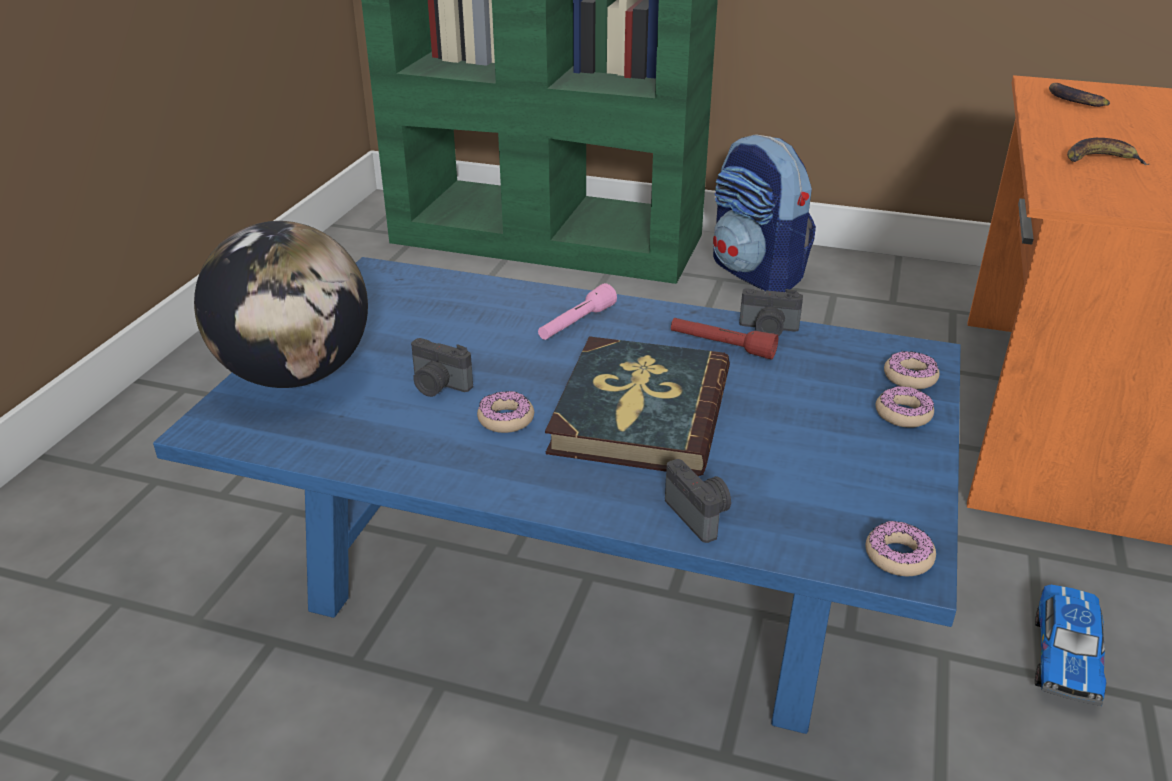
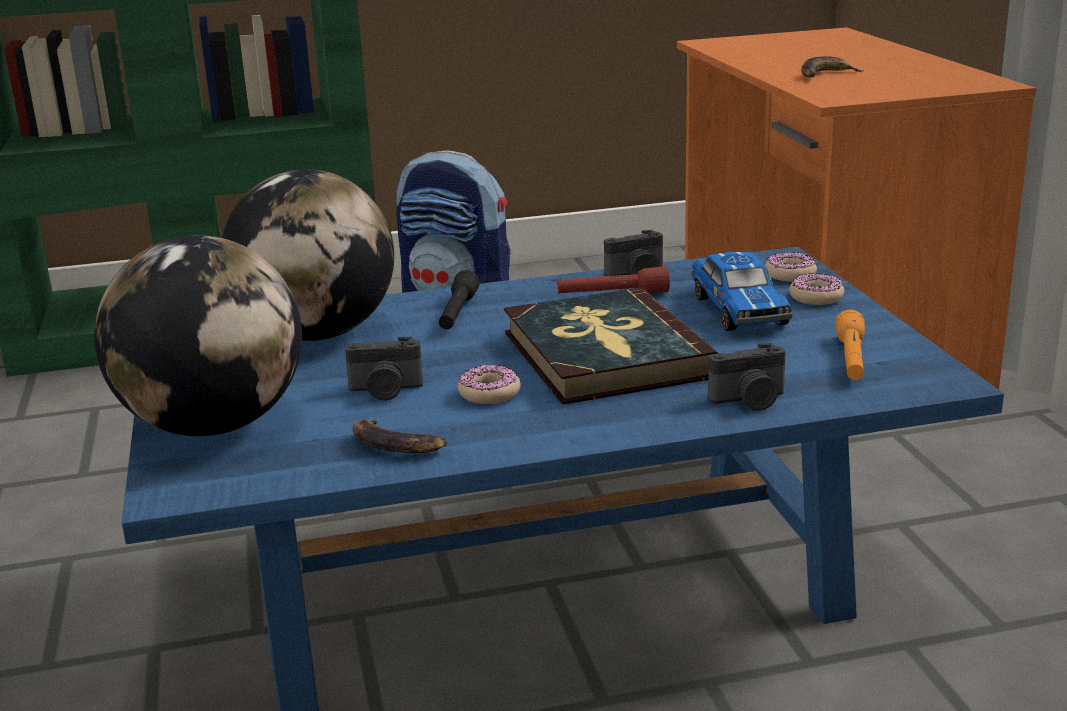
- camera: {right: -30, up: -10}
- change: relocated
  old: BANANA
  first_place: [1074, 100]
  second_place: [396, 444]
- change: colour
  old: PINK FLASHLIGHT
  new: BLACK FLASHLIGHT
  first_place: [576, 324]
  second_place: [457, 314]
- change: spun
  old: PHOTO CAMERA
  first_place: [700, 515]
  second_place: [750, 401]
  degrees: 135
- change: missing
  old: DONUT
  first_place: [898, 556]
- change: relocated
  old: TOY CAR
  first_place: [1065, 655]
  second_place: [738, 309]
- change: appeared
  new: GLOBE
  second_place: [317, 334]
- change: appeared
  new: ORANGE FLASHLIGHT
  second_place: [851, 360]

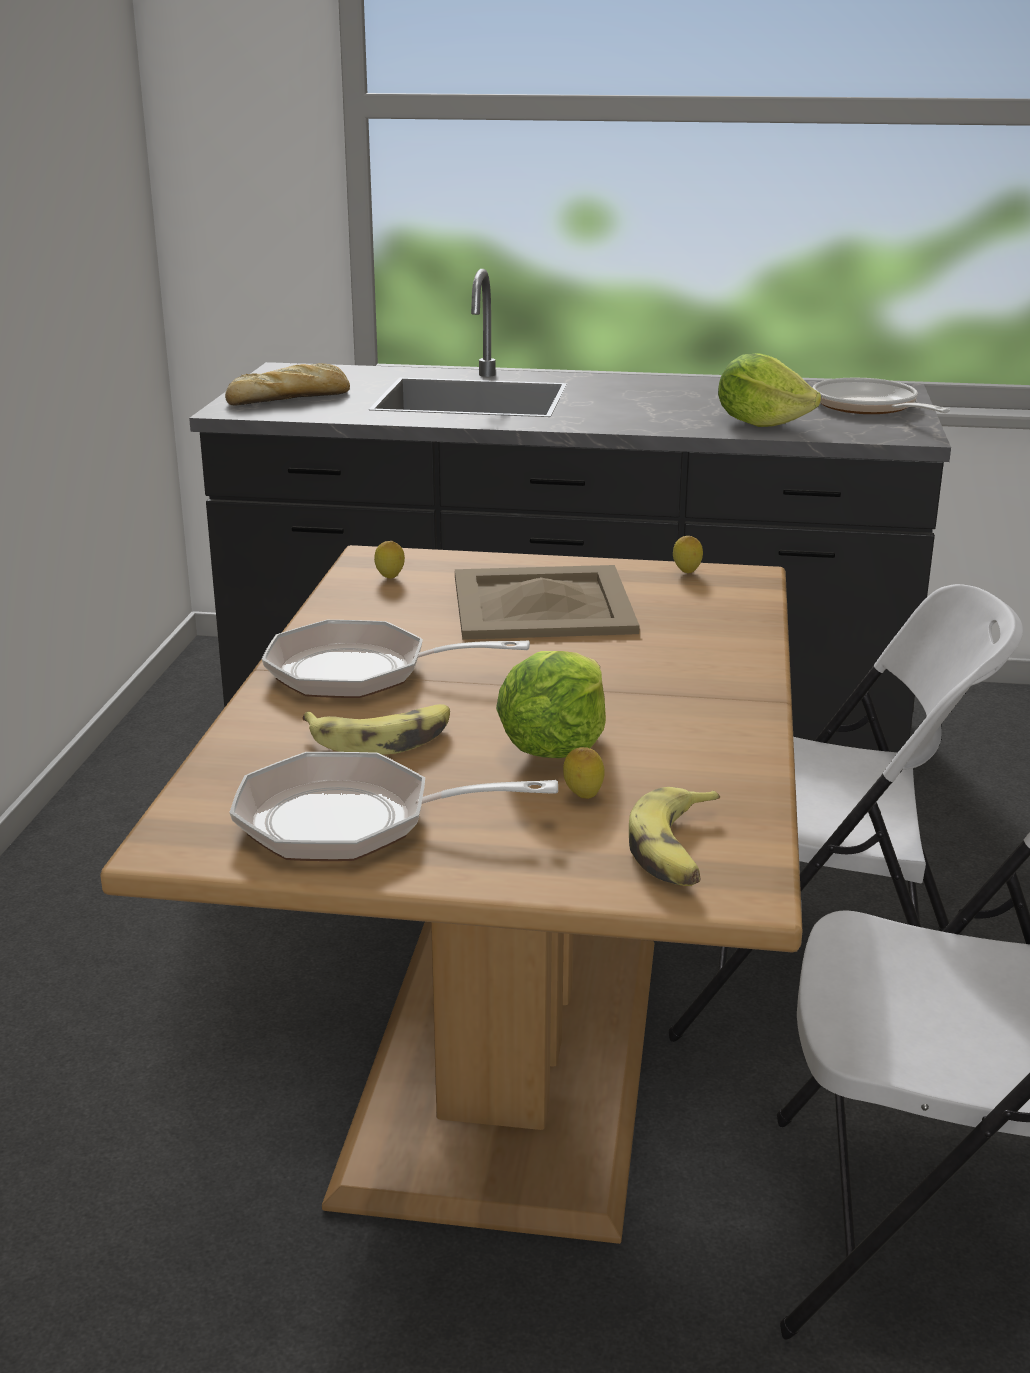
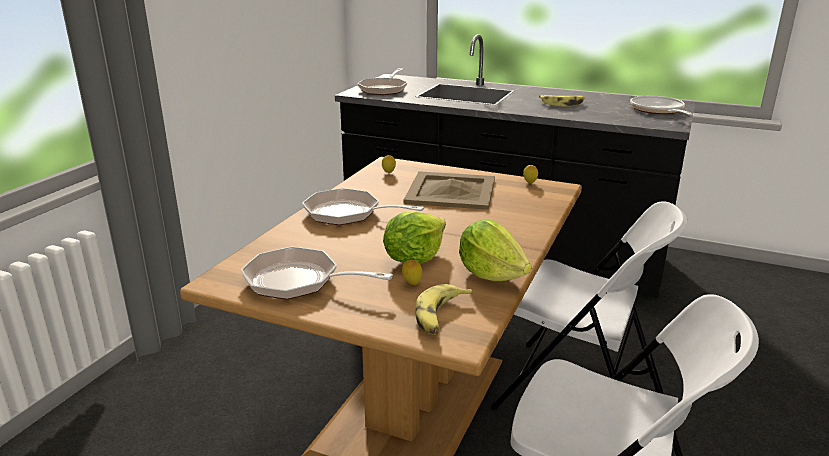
- camera: {right: 15, up: 0}
- change: relocated
  old: LETTUCE
  first_place: [761, 423]
  second_place: [491, 274]
- change: exchanged
  old: BREAD
  new: FRYING PAN
  first_place: [291, 397]
  second_place: [384, 89]
- change: relocated
  old: BANANA
  first_place: [382, 738]
  second_place: [562, 104]

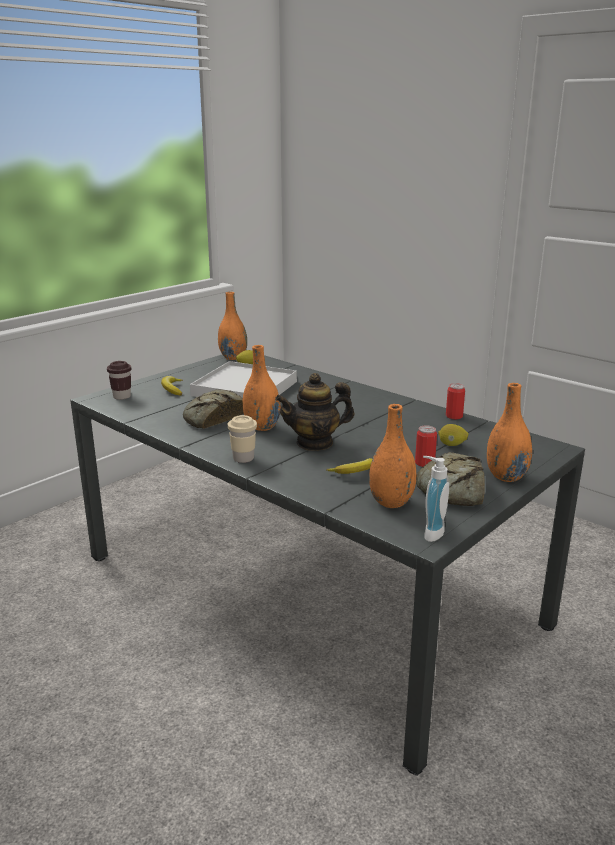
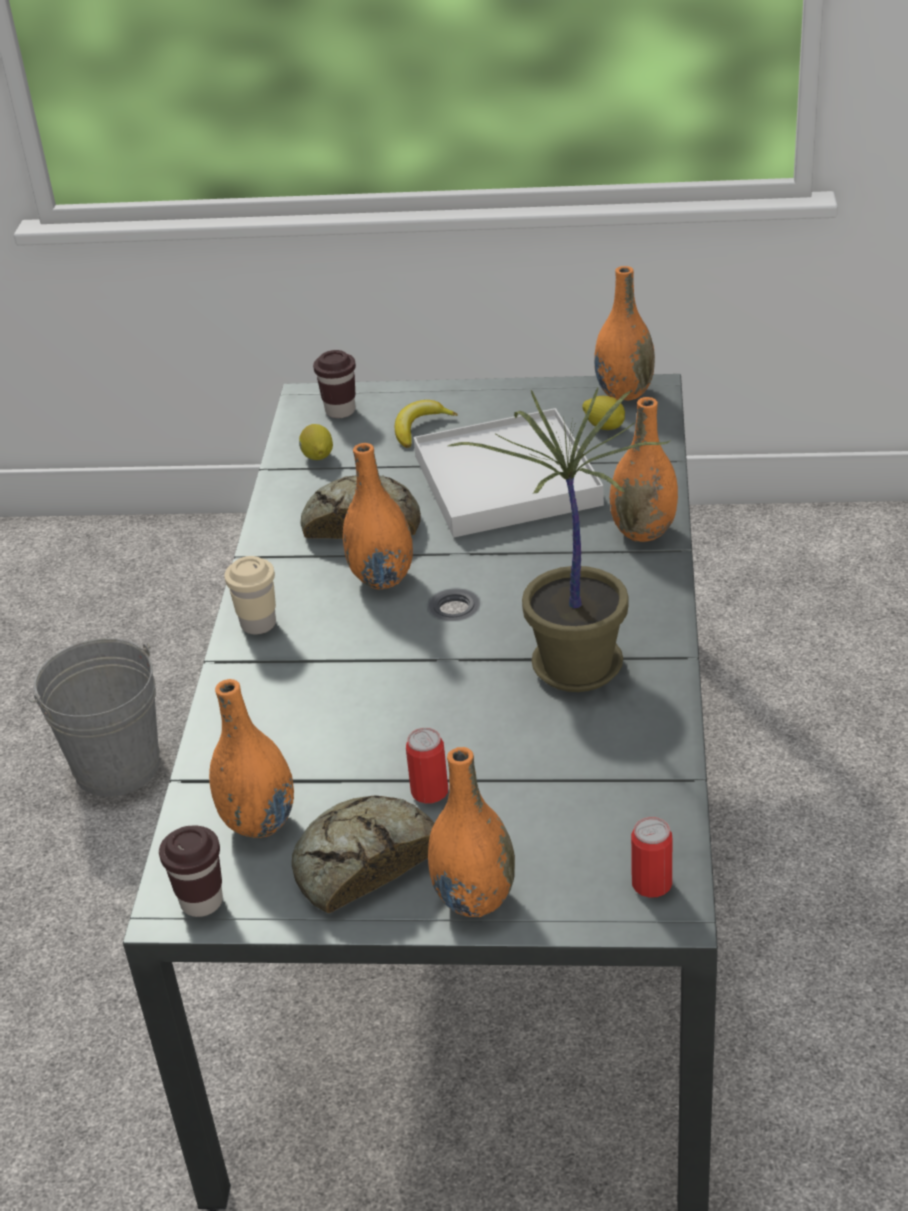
- camera: {right: 55, up: 15}
- change: missing
  old: TEAPOT
  first_place: [315, 443]
- change: relocated
  old: CAN
  first_place: [454, 416]
  second_place: [651, 884]
- change: relocated
  old: LEMON
  first_place: [452, 445]
  second_place: [317, 457]
- change: exchanged
  old: SOAP DISPENSER
  new: BROWN CUP
  first_place: [430, 532]
  second_place: [201, 902]
- change: missing
  old: BANANA
  first_place: [354, 472]
- change: appeared
  new: POTTED PLANT
  second_place: [573, 665]
- change: appeared
  new: ORANGE VASE
  second_place: [643, 531]
- change: appeared
  new: GREY BUCKET
  second_place: [117, 766]

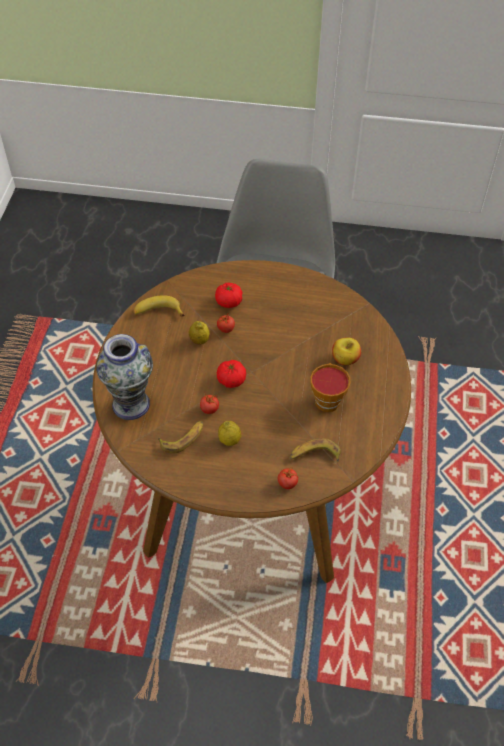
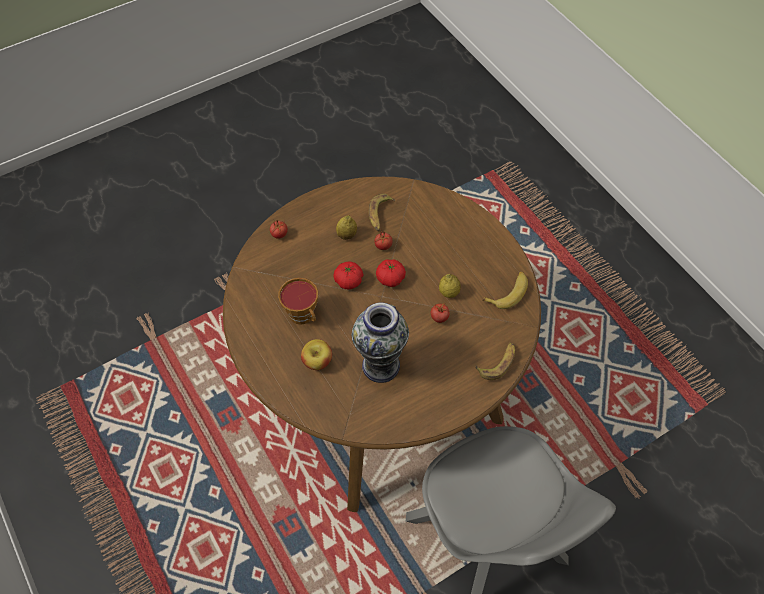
- camera: {right: 140, up: 5}
- change: relocated
  old: TOMATO
  first_place: [229, 302]
  second_place: [348, 281]
- change: relocated
  old: VASE
  first_place: [131, 404]
  second_place: [381, 365]
- change: relocated
  old: BANANA
  first_place: [314, 455]
  second_place: [497, 363]

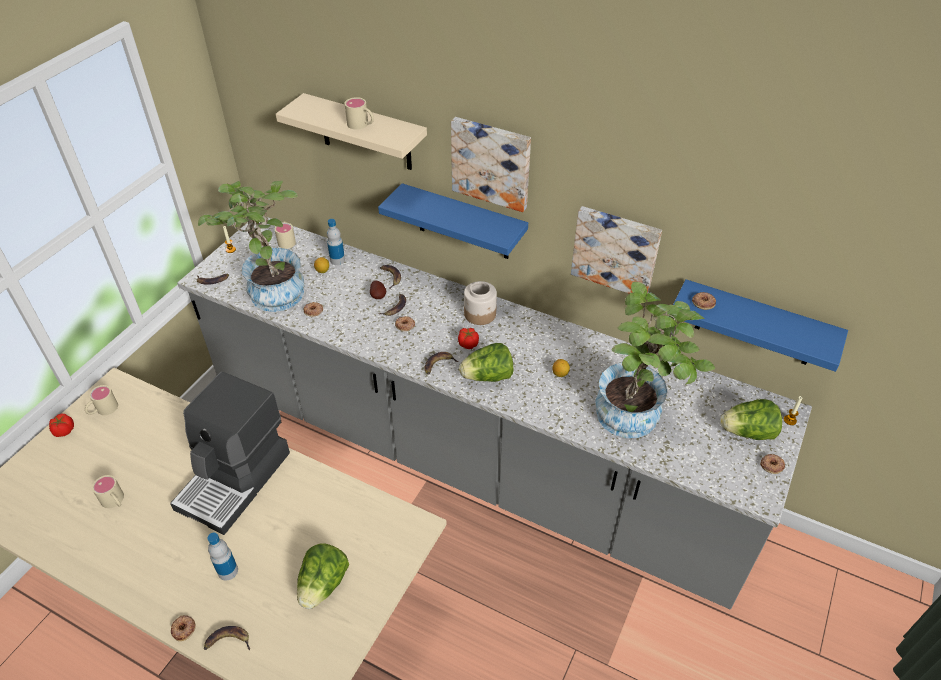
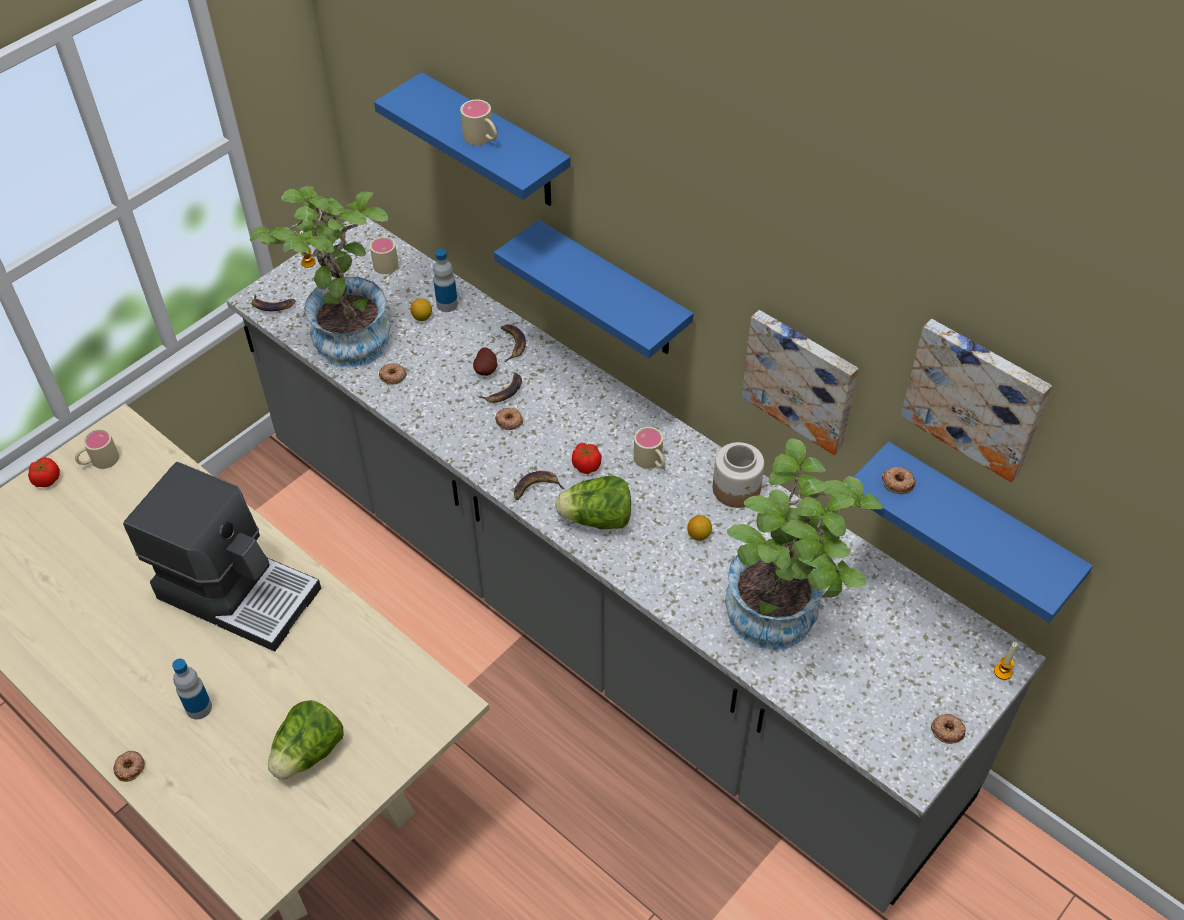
- camera: {right: 15, up: 5}
- change: colour
  old: BEIGE SHELF
  new: BLUE SHELF
  first_place: [365, 133]
  second_place: [496, 143]
- change: relocated
  old: PICTURE
  first_place: [492, 162]
  second_place: [976, 396]
- change: relocated
  old: JAR
  first_place: [480, 314]
  second_place: [737, 489]
- change: spun
  old: COFFEE MACHINE
  first_place: [236, 480]
  second_place: [238, 591]
  degrees: -105
- change: missing
  old: LETTUCE
  first_place: [747, 432]
- change: relocated
  old: BEIGE MUG
  first_place: [115, 501]
  second_place: [651, 462]
- change: missing
  old: BANANA
  first_place: [228, 641]

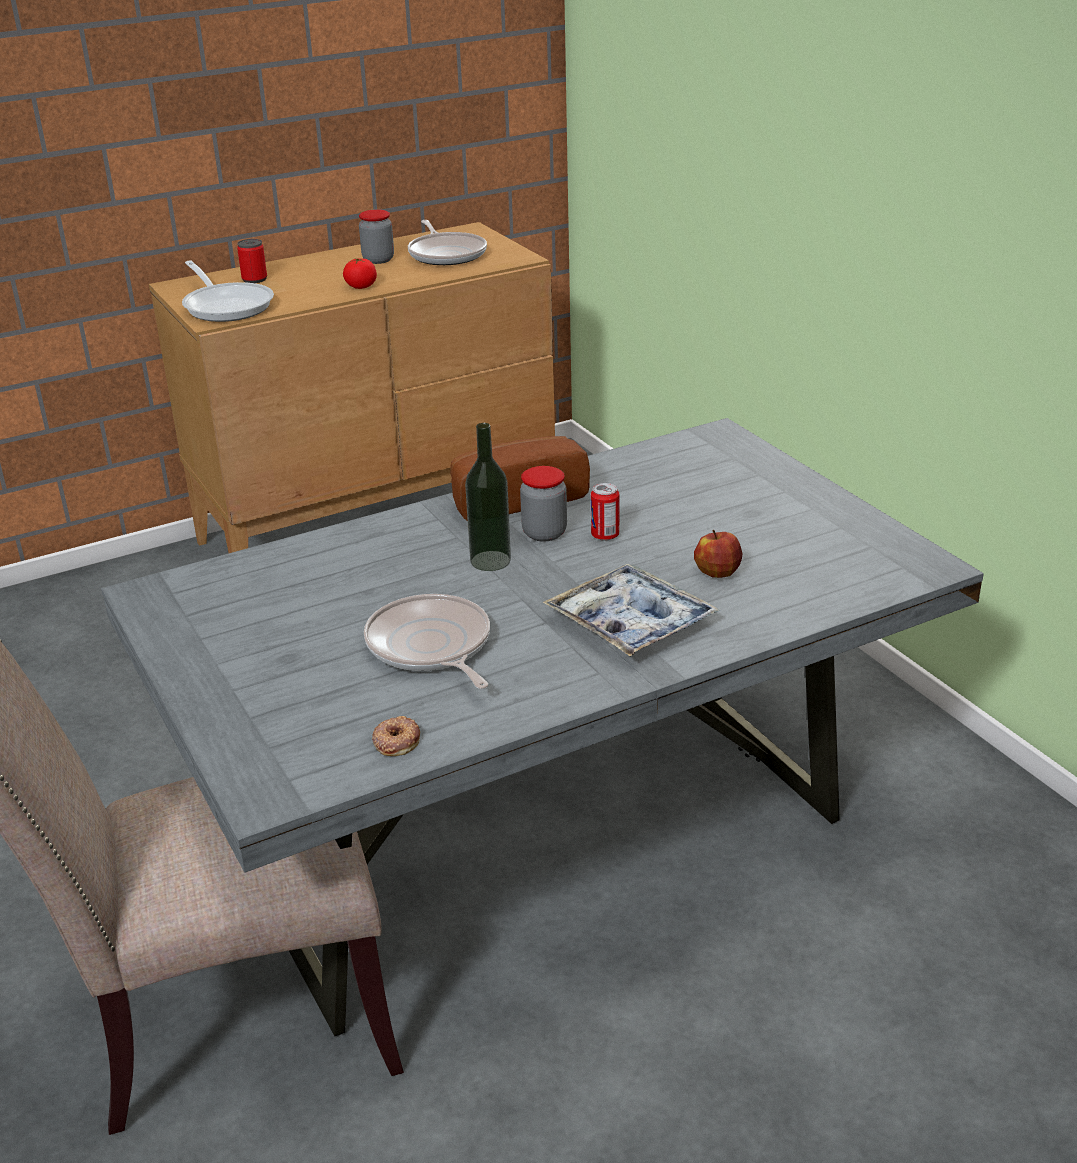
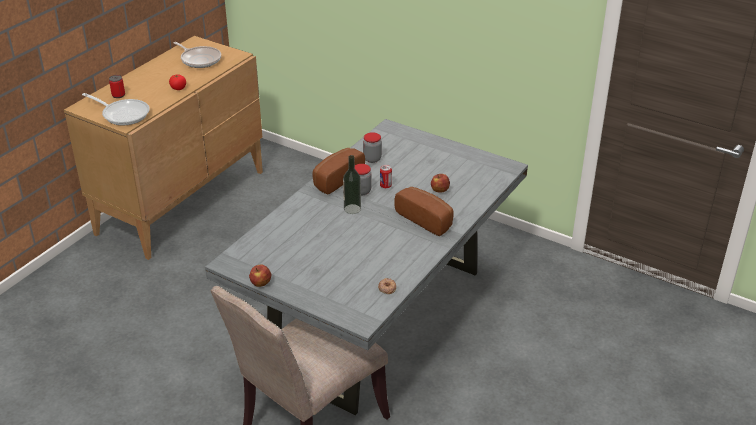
- camera: {right: -30, up: 5}
- change: relocated
  old: JAR
  first_place: [378, 260]
  second_place: [372, 159]
- change: exchanged
  old: TRAY
  new: BREAD
  first_place: [630, 623]
  second_place: [426, 219]
- change: missing
  old: FRYING PAN
  first_place: [431, 647]
- change: appeared
  new: APPLE
  second_place: [261, 283]

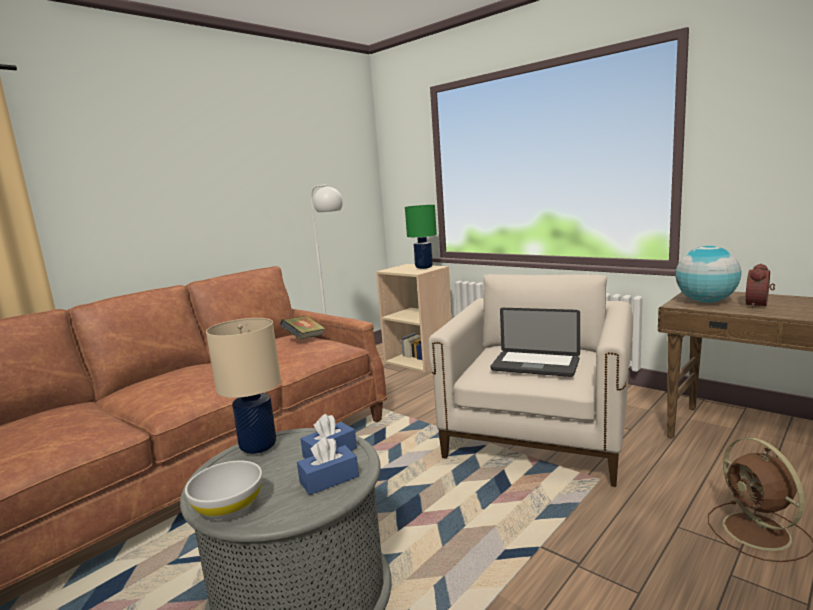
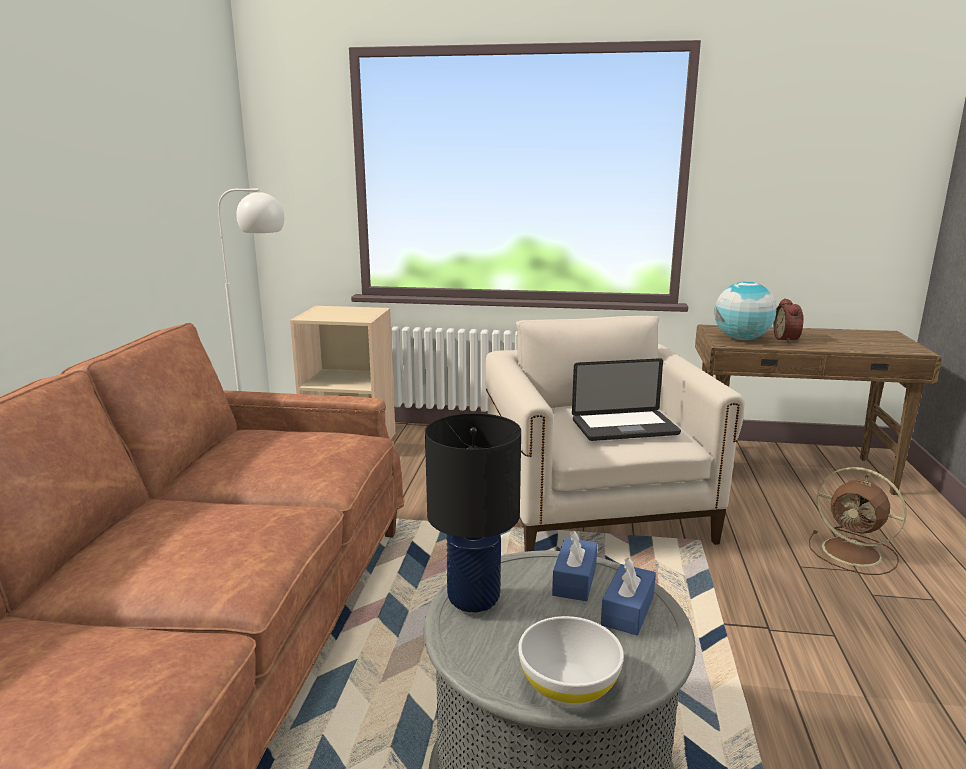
- camera: {right: -35, up: 5}
- change: missing
  old: GREEN TABLE LAMP
  first_place: [424, 268]
- change: missing
  old: BOOK
  first_place: [304, 339]
- change: colour
  old: BEIGE TABLE LAMP
  new: BLACK TABLE LAMP
  first_place: [258, 448]
  second_place: [473, 602]

